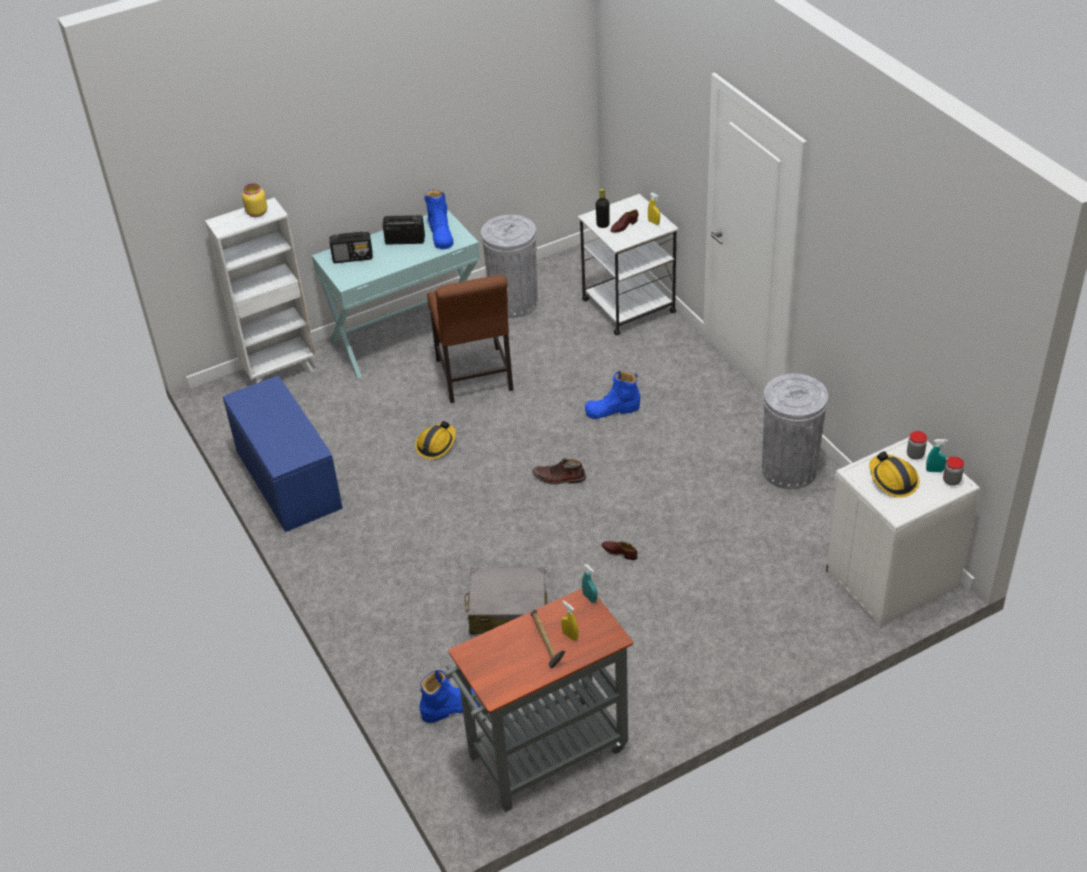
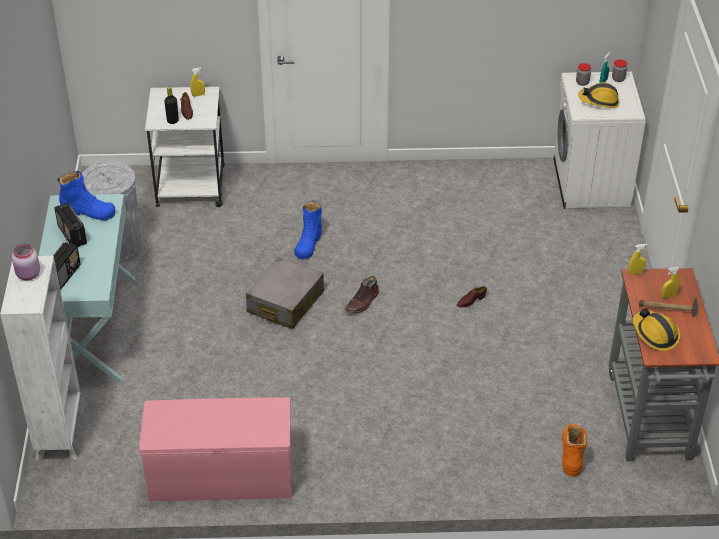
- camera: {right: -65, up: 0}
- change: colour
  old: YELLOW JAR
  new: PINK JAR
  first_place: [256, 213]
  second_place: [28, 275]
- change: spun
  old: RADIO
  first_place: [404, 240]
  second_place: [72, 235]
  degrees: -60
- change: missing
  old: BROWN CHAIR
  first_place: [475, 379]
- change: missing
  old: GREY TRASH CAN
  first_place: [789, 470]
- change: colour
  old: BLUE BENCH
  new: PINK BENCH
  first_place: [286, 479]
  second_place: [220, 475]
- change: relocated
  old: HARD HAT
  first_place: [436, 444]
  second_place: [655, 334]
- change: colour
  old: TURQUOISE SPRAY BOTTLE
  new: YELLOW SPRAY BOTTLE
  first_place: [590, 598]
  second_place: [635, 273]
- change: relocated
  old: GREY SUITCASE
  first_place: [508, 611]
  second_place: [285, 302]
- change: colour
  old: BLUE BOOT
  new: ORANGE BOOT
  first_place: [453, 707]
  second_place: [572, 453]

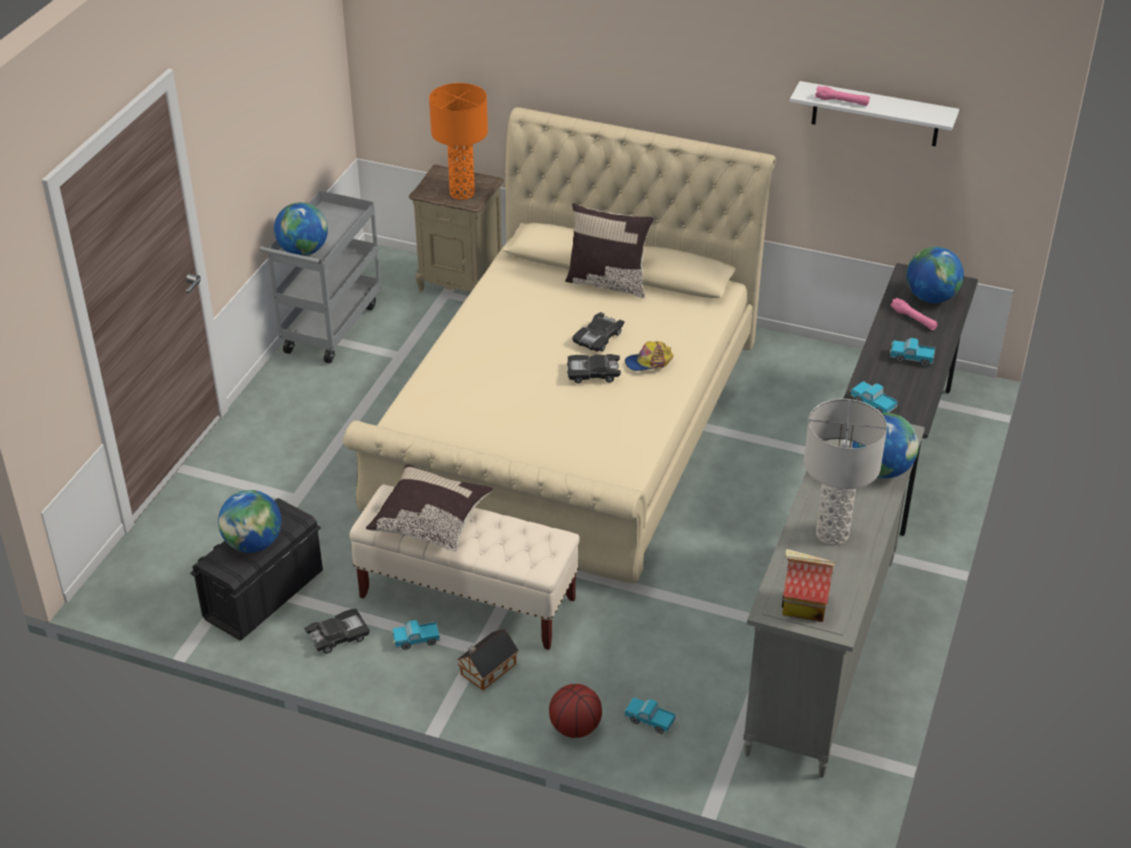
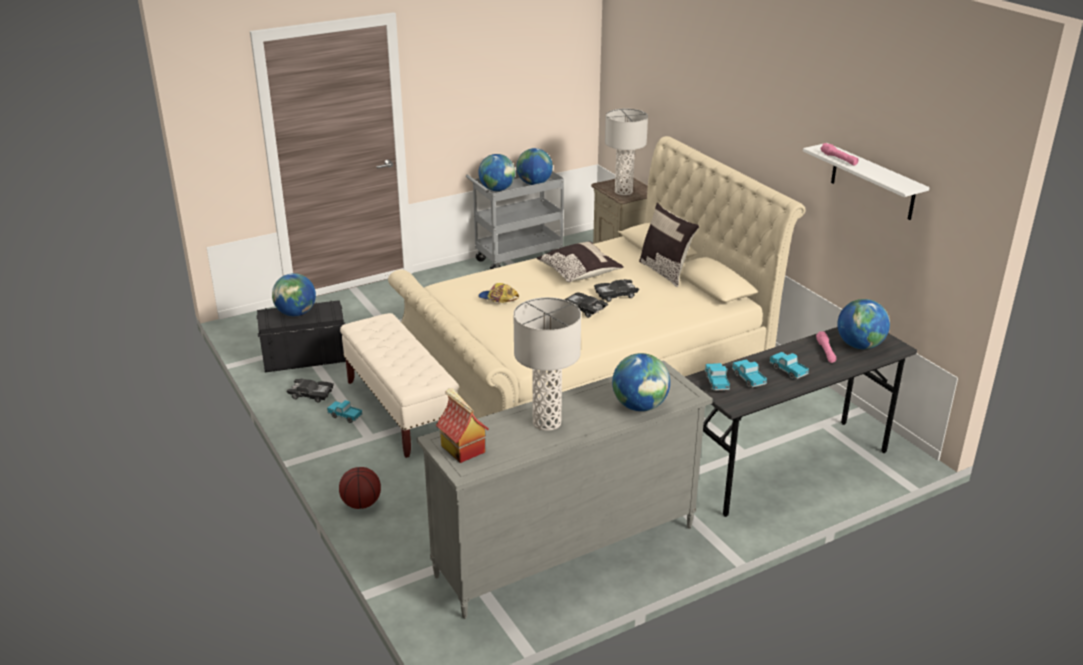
- camera: {right: 40, up: -10}
- change: colour
  old: ORANGE TABLE LAMP
  new: WHITE TABLE LAMP
  first_place: [461, 193]
  second_place: [623, 191]
- change: relocated
  old: CAP
  first_place: [649, 362]
  second_place: [497, 298]
- change: relocated
  old: PILLOW
  first_place: [431, 521]
  second_place: [579, 272]
- change: missing
  old: TOY HOUSE
  first_place: [486, 670]
- change: relocated
  old: TOY TRUCK
  first_place: [649, 721]
  second_place: [748, 379]
- change: appeared
  new: GLOBE
  second_place: [534, 183]

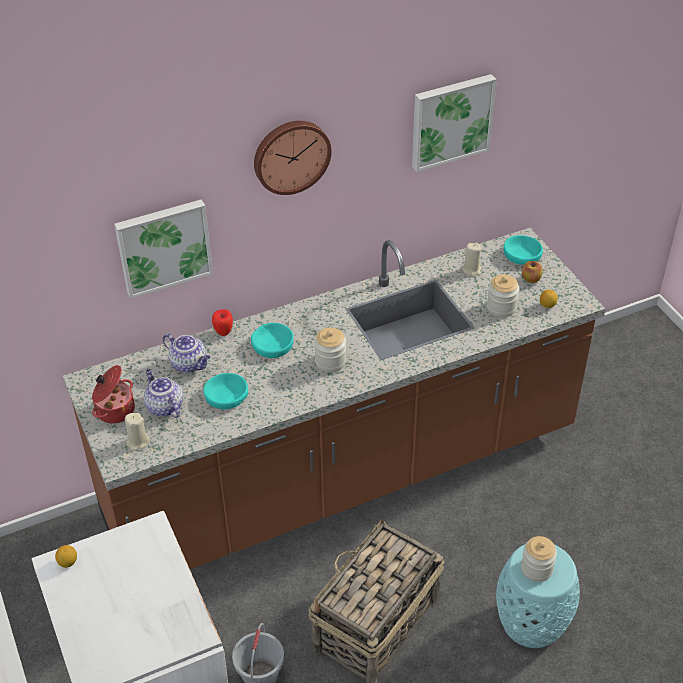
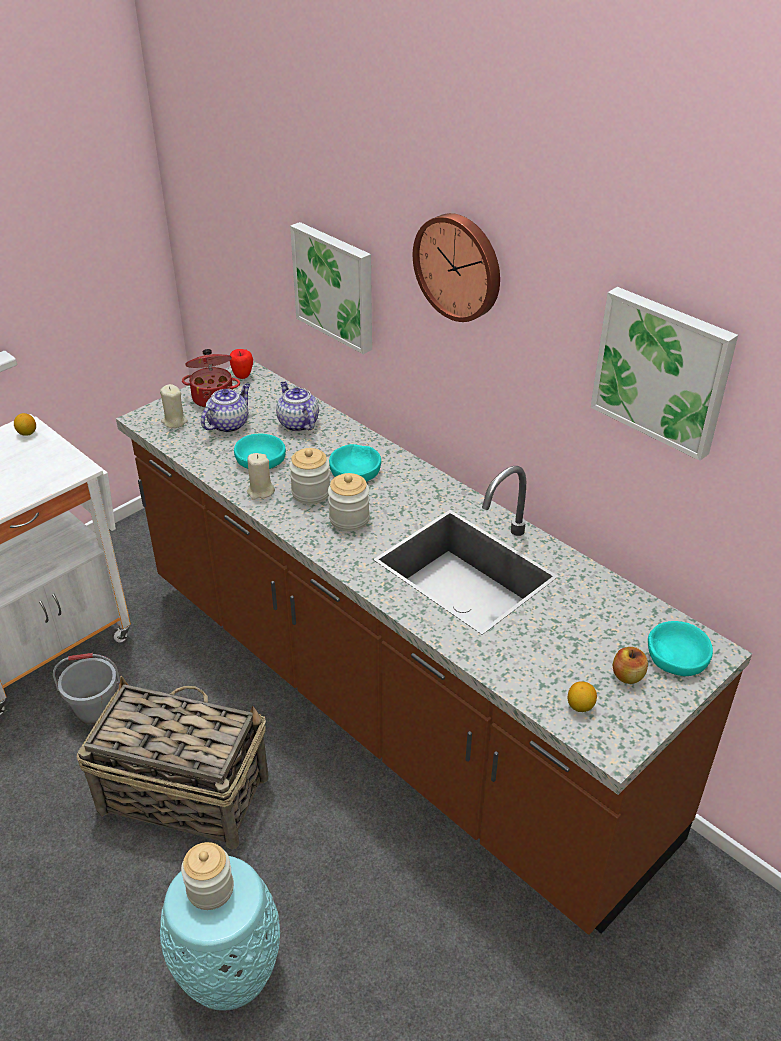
- camera: {right: 70, up: -5}
- change: relocated
  old: BEIGE CANDLE
  first_place: [472, 270]
  second_place: [260, 491]
- change: relocated
  old: JAR
  first_place: [501, 307]
  second_place: [311, 493]
- change: relocated
  old: APPLE
  first_place: [223, 332]
  second_place: [242, 376]
- change: spun
  old: TEAPOT
  first_place: [189, 364]
  second_place: [297, 423]
  degrees: 135

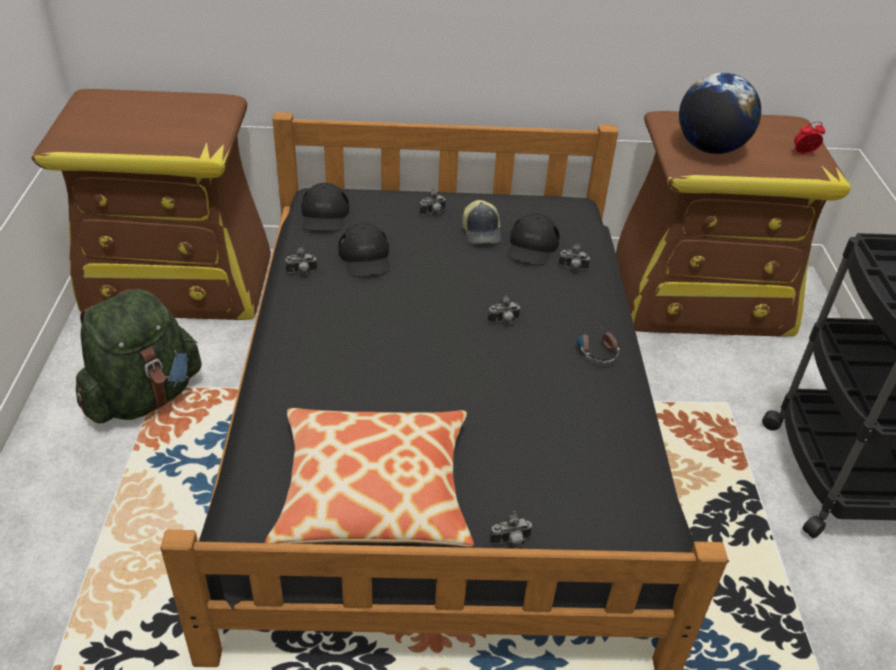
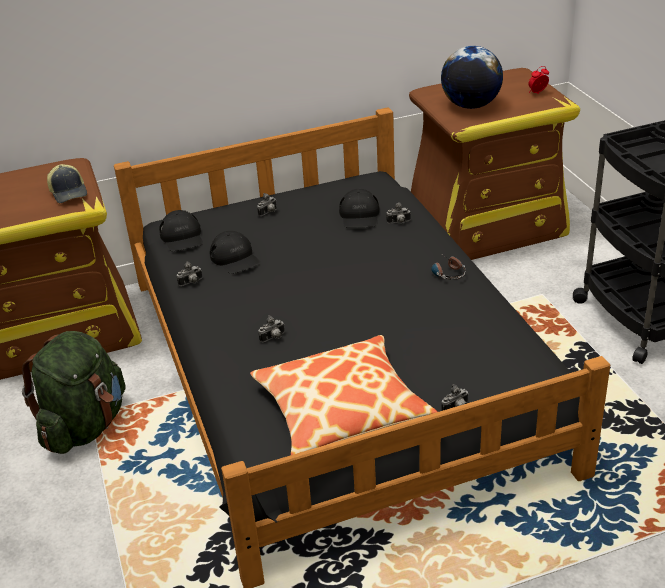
- camera: {right: -15, up: -5}
- change: relocated
  old: CAP
  first_place: [482, 232]
  second_place: [69, 192]
- change: relocated
  old: PHOTO CAMERA
  first_place: [504, 321]
  second_place: [273, 338]

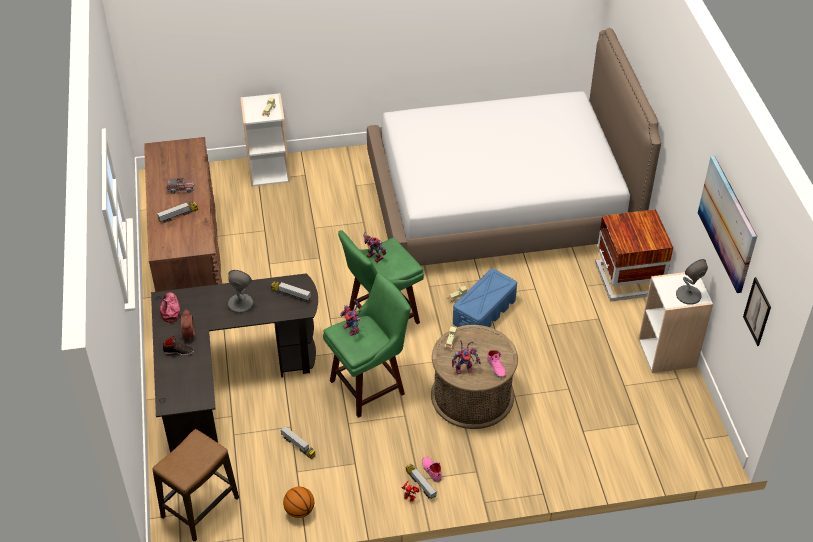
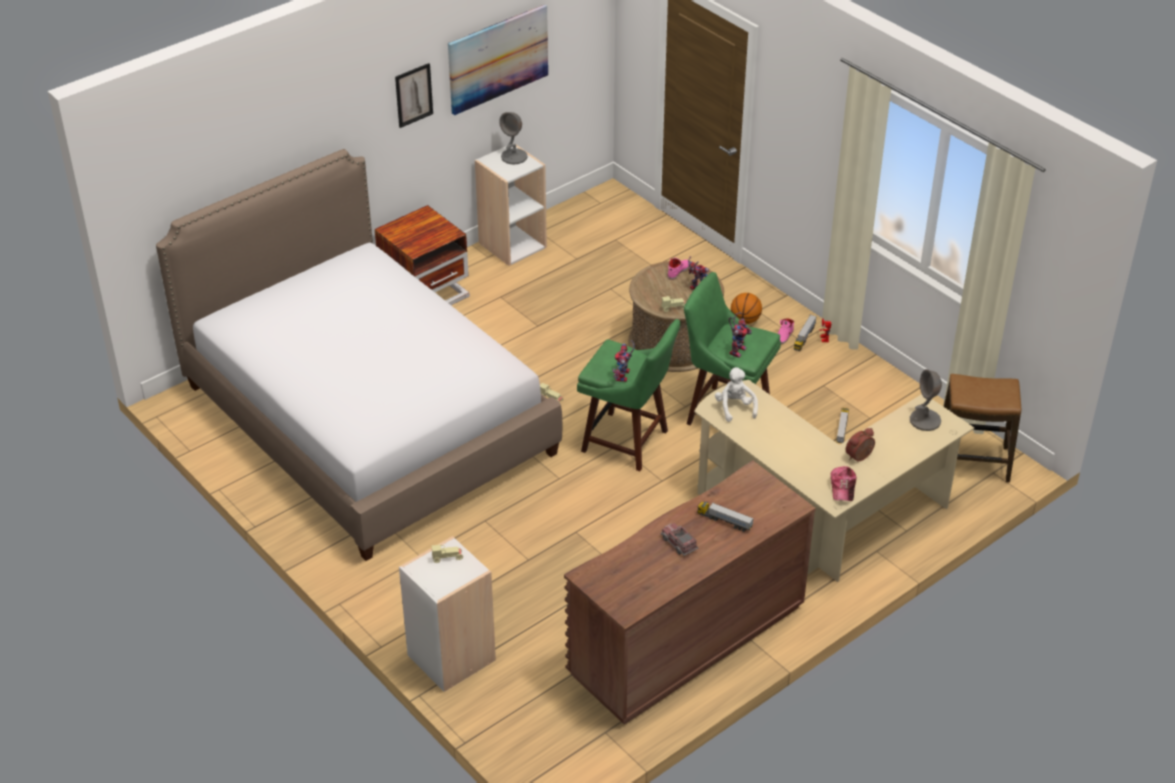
- camera: {right: -120, up: -5}
- change: missing
  old: BLUE STORAGE BOX
  first_place: [484, 312]
- change: relocated
  old: GREY TABLE LAMP
  first_place: [240, 303]
  second_place: [925, 420]
- change: colour
  old: BLACK DESK
  new: BEIGE DESK
  first_place: [225, 382]
  second_place: [820, 519]
- change: relocated
  old: PICTURE
  first_place: [757, 311]
  second_place: [414, 95]
- change: exchanged
  old: TOY TRUCK
  new: WHITE PLUSH TOY
  first_place: [291, 294]
  second_place: [735, 408]
- change: spun
  old: CAP
  first_place: [170, 309]
  second_place: [843, 487]
  degrees: -45
- change: missing
  old: BLACK SHOE
  first_place: [178, 351]
- change: relocated
  old: BASKETBALL
  first_place: [299, 511]
  second_place: [745, 320]

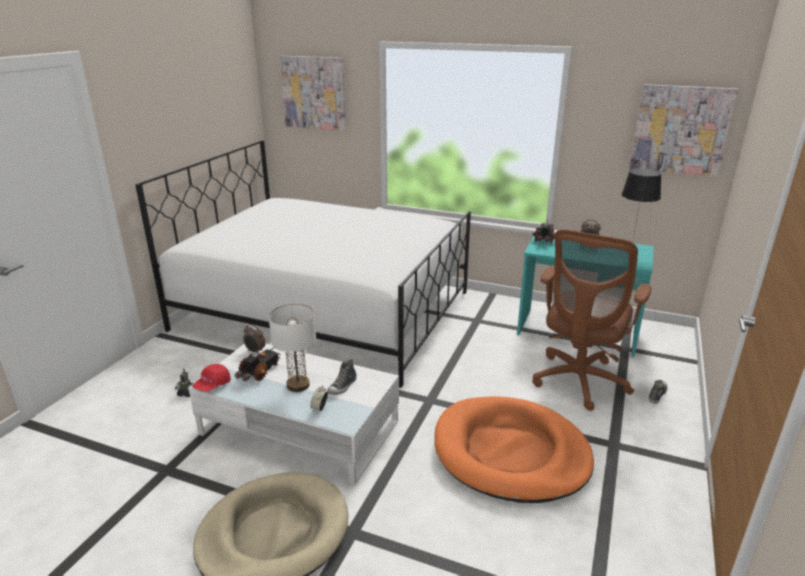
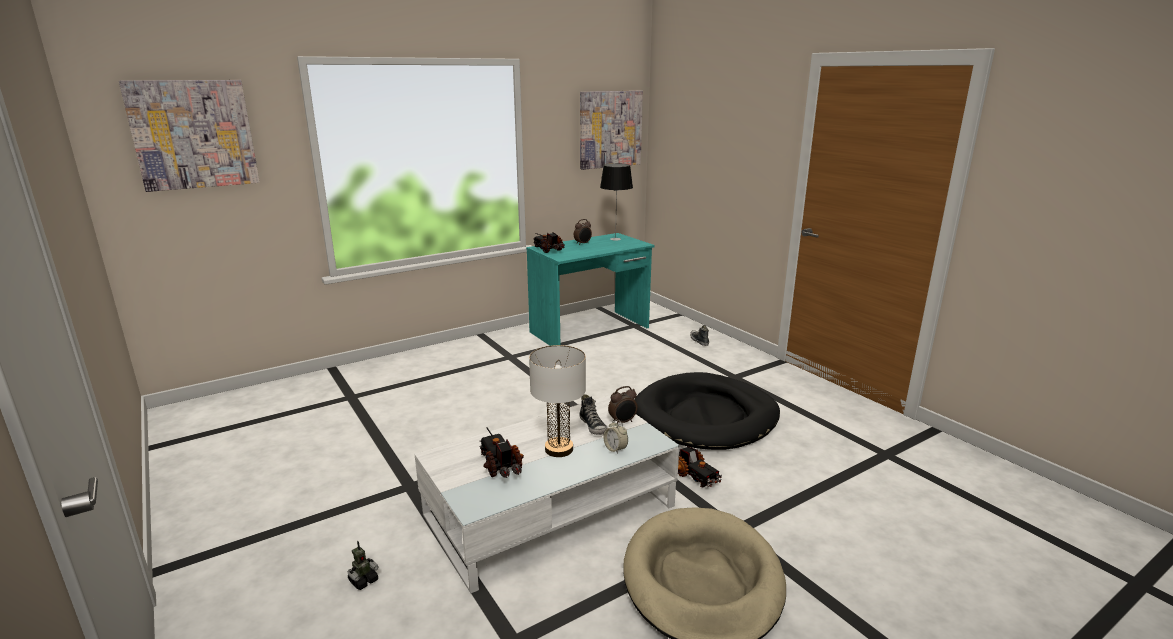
- camera: {right: -55, up: -5}
- change: missing
  old: WHITE BED
  first_place: [324, 310]
- change: missing
  old: BROWN OFFICE CHAIR
  first_place: [579, 377]
- change: relocated
  old: ALARM CLOCK
  first_place: [255, 351]
  second_place: [623, 422]
- change: missing
  old: RED CAP
  first_place: [212, 385]
- change: colour
  old: ORANGE DOG BED
  new: BLACK DOG BED
  first_place: [510, 453]
  second_place: [706, 416]
- change: appeared
  new: TOY TRUCK
  second_place: [694, 476]

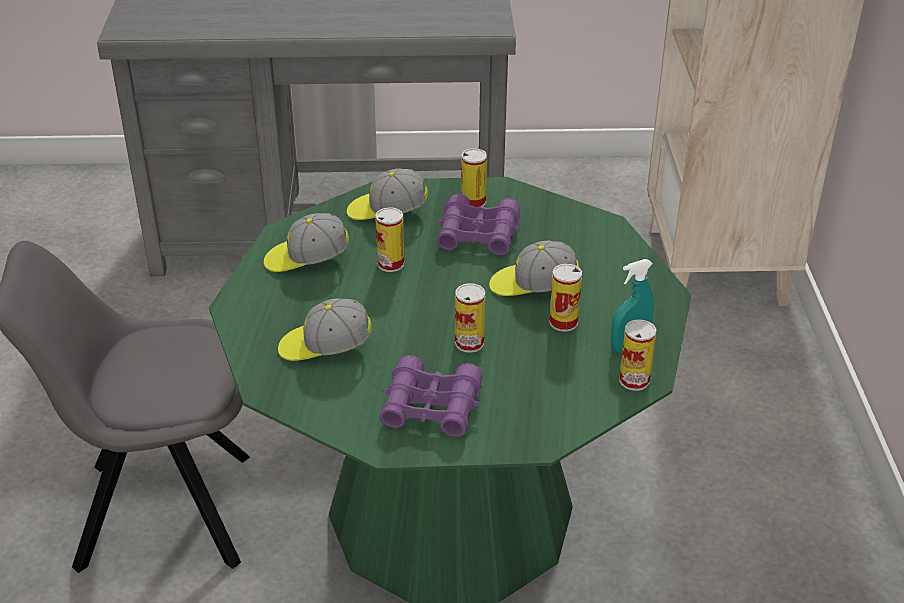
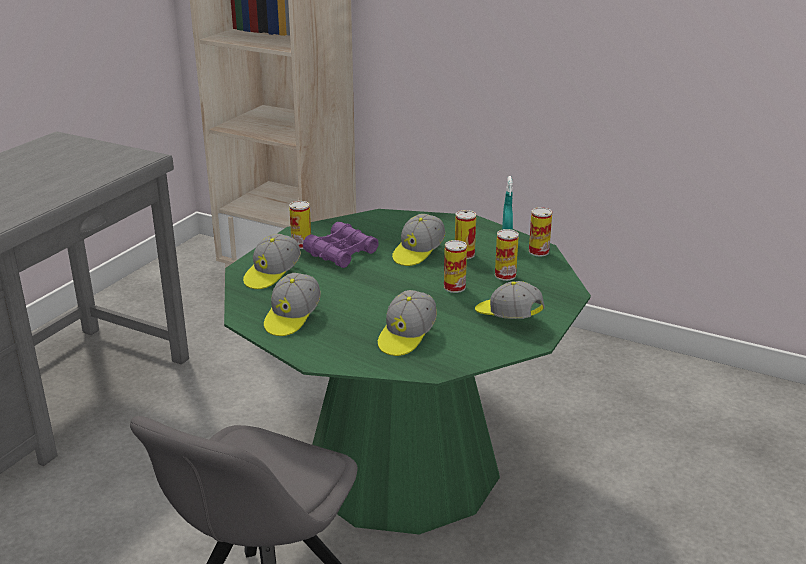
- camera: {right: -60, up: -10}
- change: relocated
  old: CAN
  first_place: [390, 264]
  second_place: [505, 275]
- change: exchanged
  old: PURPLE BINOCULARS
  new: CAP
  first_place: [431, 407]
  second_place: [507, 316]

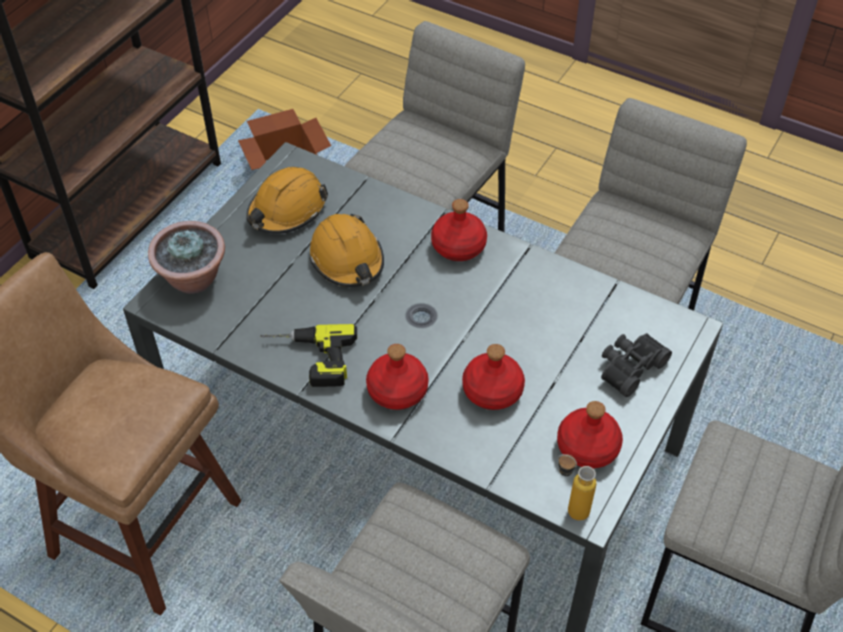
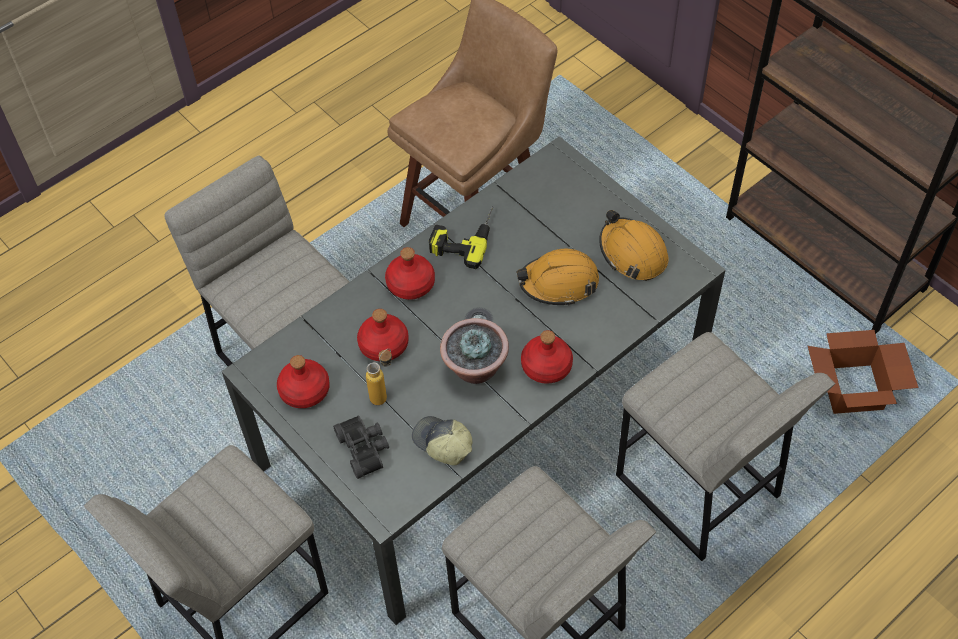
- camera: {right: 110, up: 5}
- change: relocated
  old: POTTED PLANT
  first_place: [193, 280]
  second_place: [475, 368]
- change: relocated
  old: BOTTLE
  first_place: [569, 508]
  second_place: [383, 394]
- change: appeared
  new: CAP
  second_place: [442, 444]

